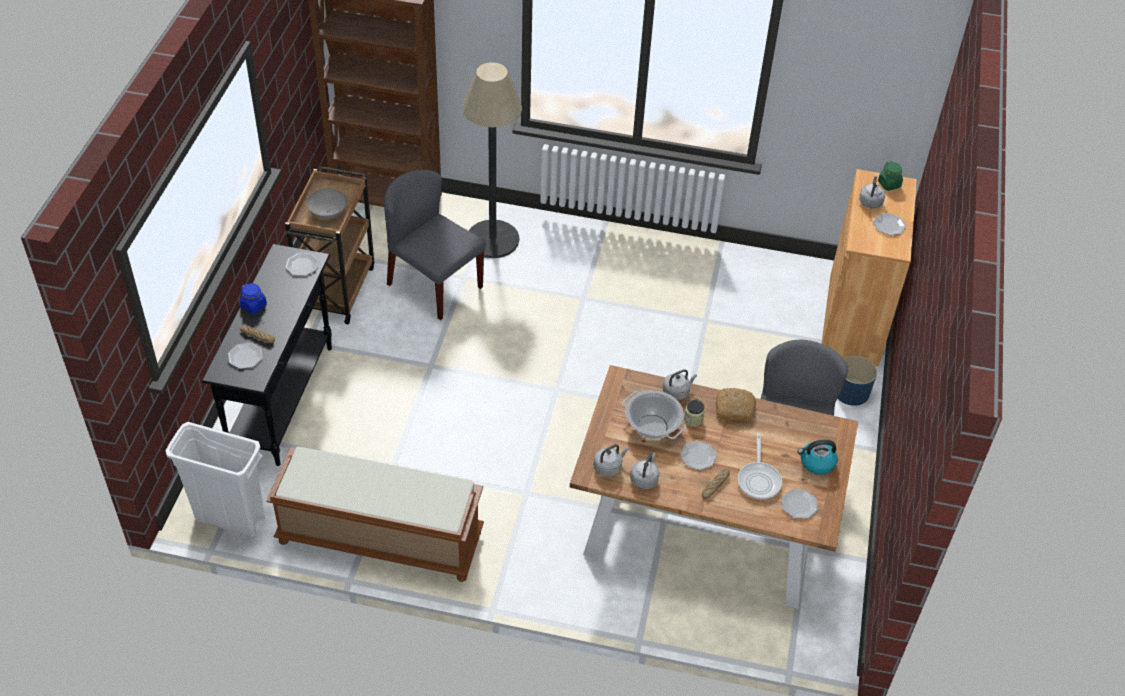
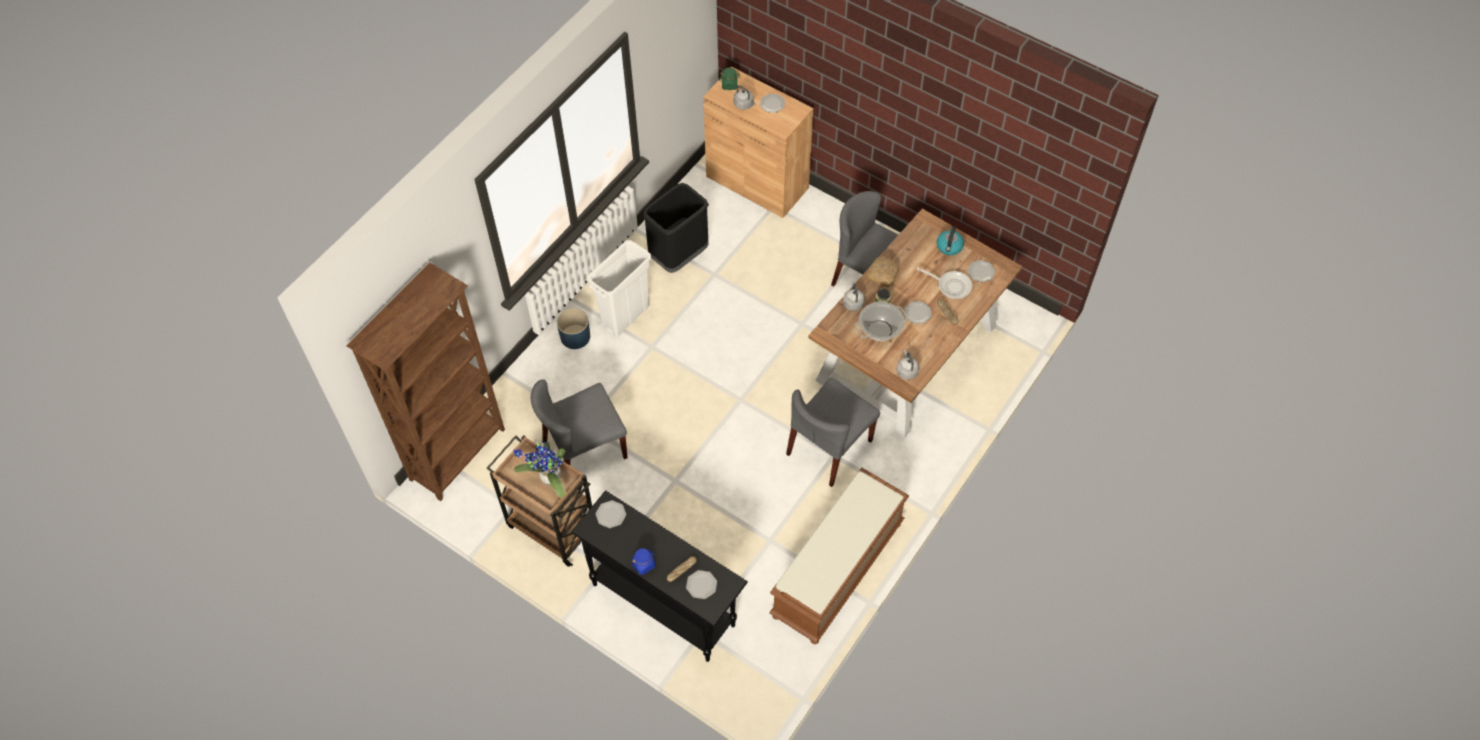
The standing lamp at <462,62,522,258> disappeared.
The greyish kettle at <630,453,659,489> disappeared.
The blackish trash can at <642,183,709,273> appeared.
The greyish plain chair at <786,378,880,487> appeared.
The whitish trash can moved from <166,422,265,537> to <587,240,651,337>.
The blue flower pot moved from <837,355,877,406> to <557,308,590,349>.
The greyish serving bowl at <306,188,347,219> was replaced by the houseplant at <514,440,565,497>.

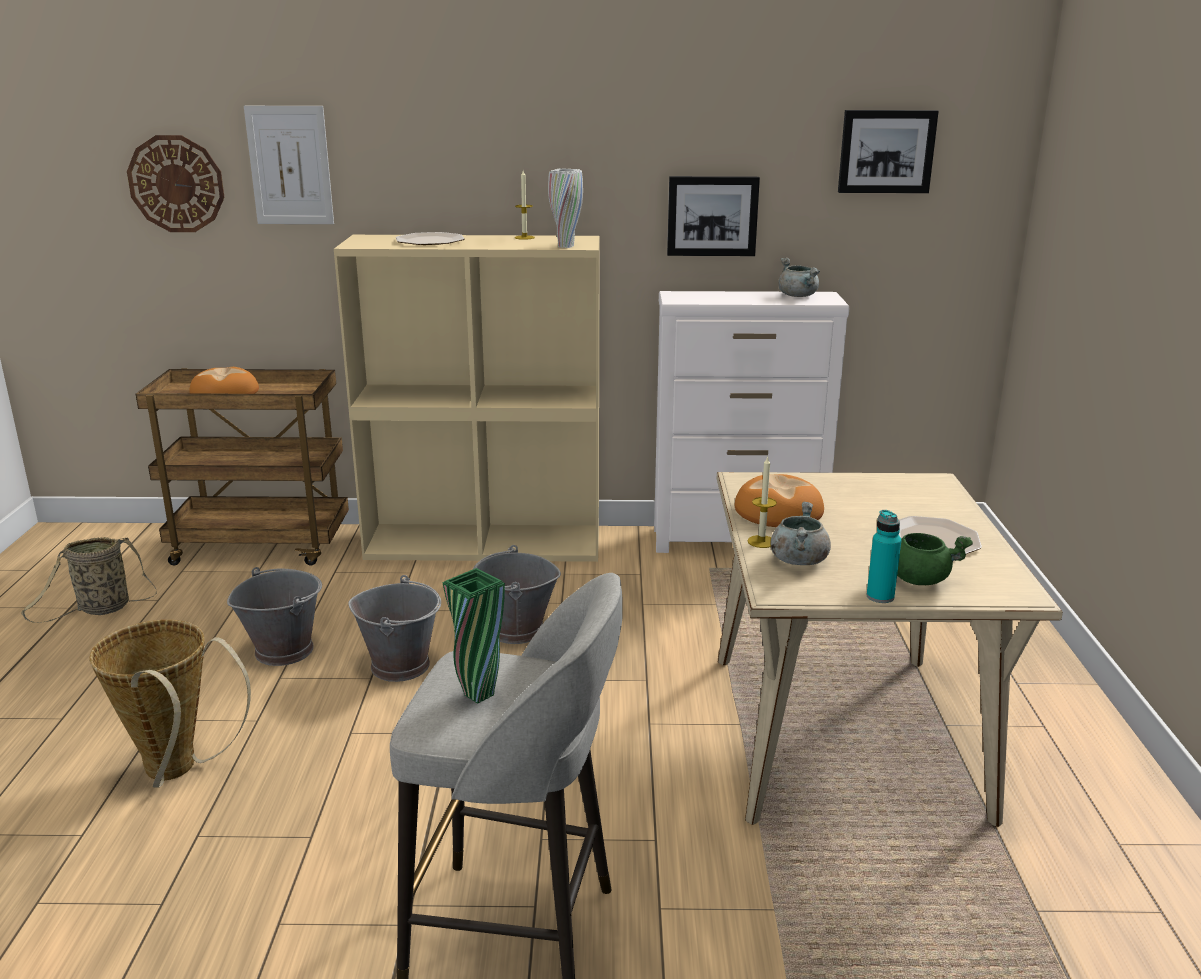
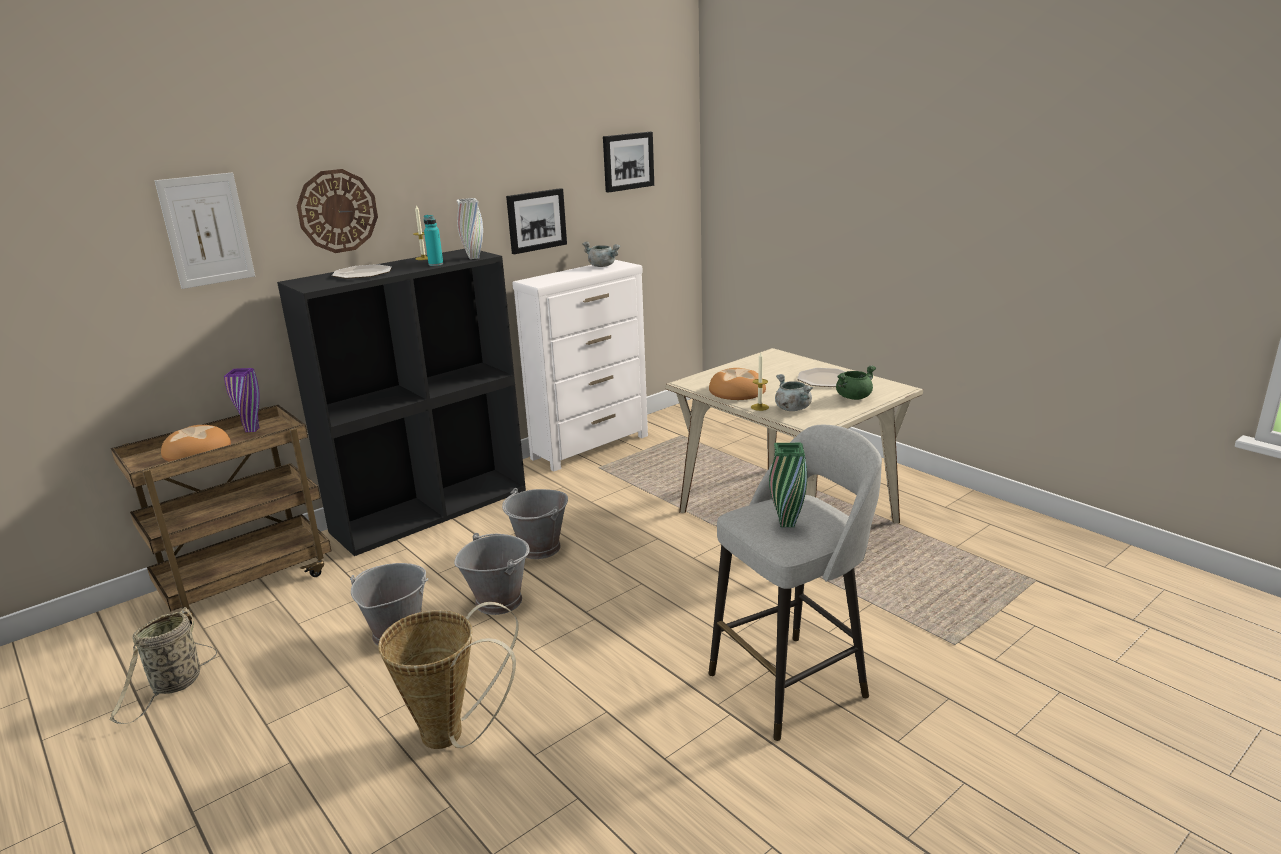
The purplish vase at <224,368,259,432> appeared.
The hanging clock moved from <127,135,225,232> to <297,169,378,253>.
The blue-green bottle moved from <867,510,901,603> to <424,215,443,266>.
The beige shelving unit at <334,235,600,562> became the blackish shelving unit at <277,249,526,556>.

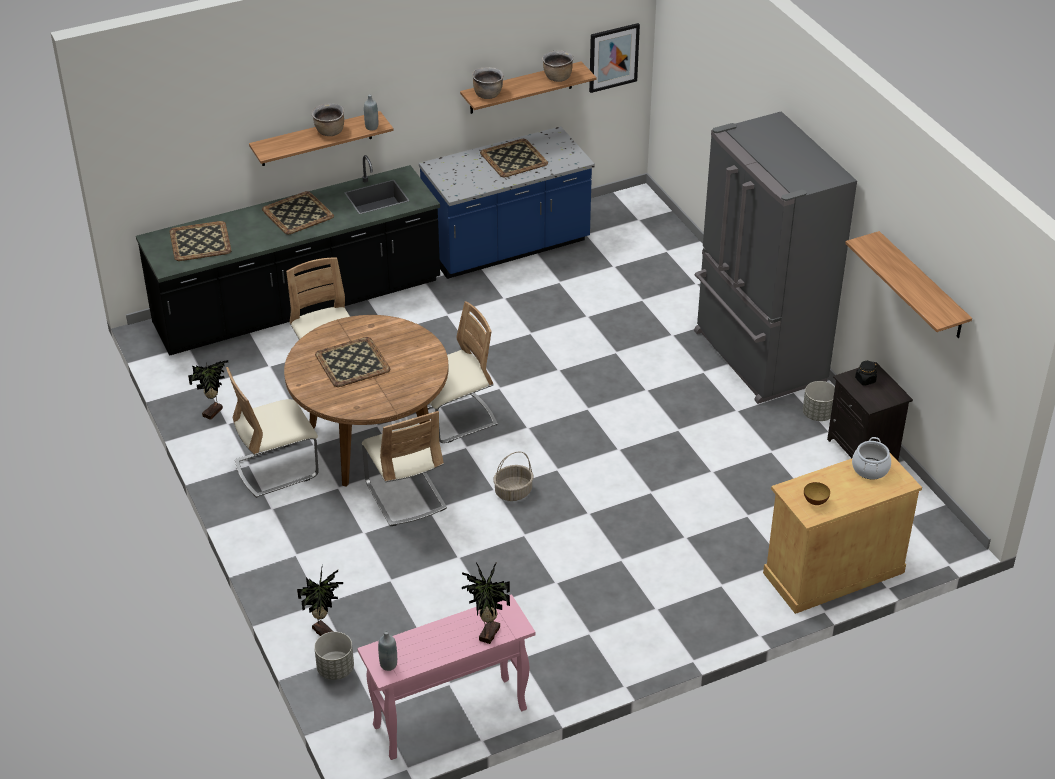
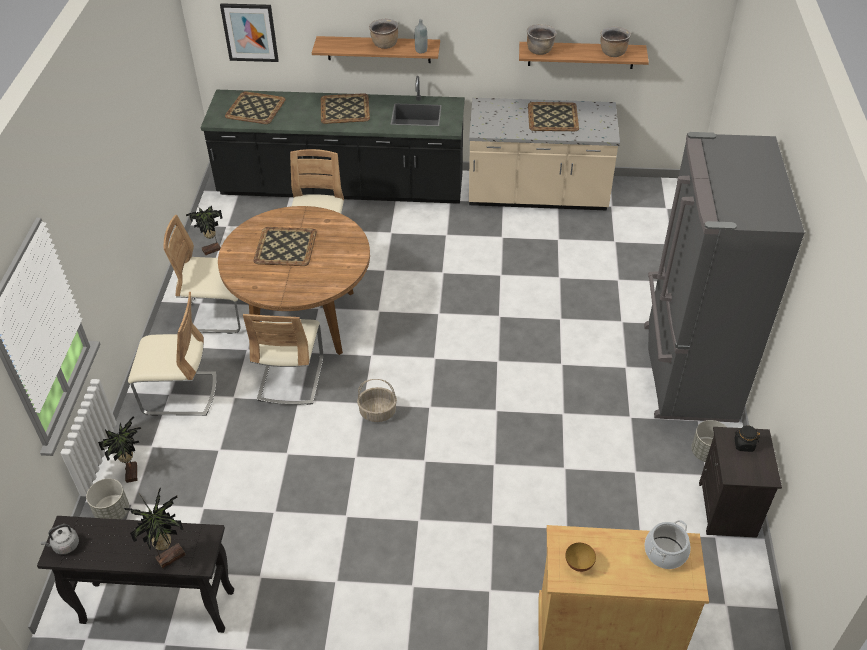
The bracket shelf at <845,231,972,338> disappeared.
The beige plain chair moved from <427,301,498,443> to <128,292,217,416>.
The wall art moved from <589,23,640,93> to <220,3,279,62>.
The greyish bottle at <378,631,397,671> was replaced by the greyish kettle at <40,524,79,555>.
The pinkish narrow table at <357,594,535,760> became the blackish narrow table at <37,516,234,633>.
The blue counter at <419,126,595,279> became the beige counter at <469,98,620,210>.

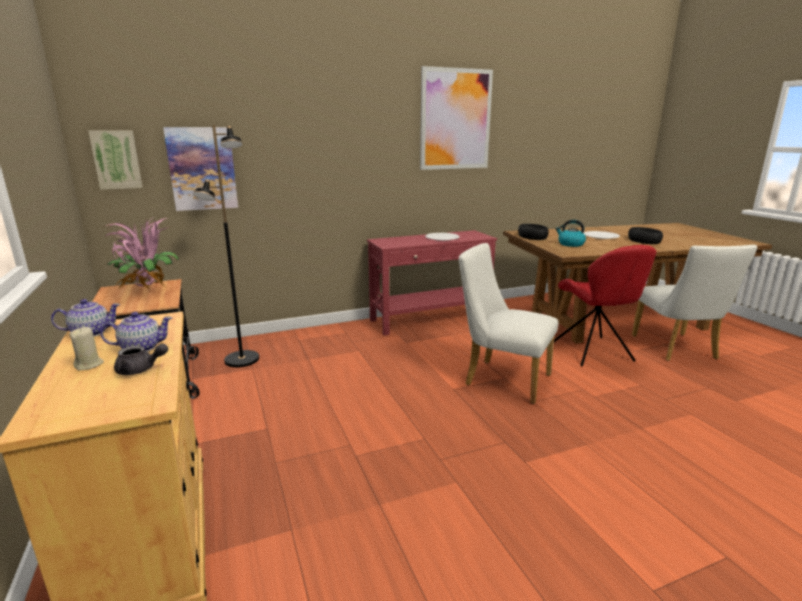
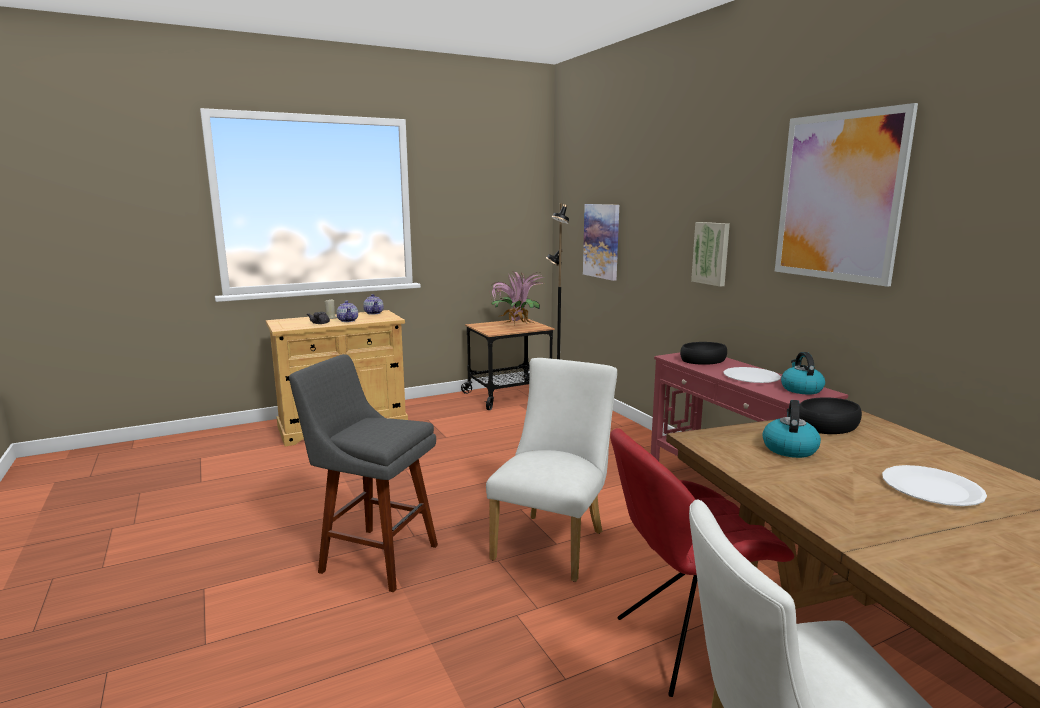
The greyish stool at <289,354,438,592> appeared.
The kettle at <781,352,825,395> appeared.
The wall art moved from <88,131,143,190> to <691,222,730,287>.
The blackish serving bowl moved from <628,227,663,244> to <680,342,727,365>.

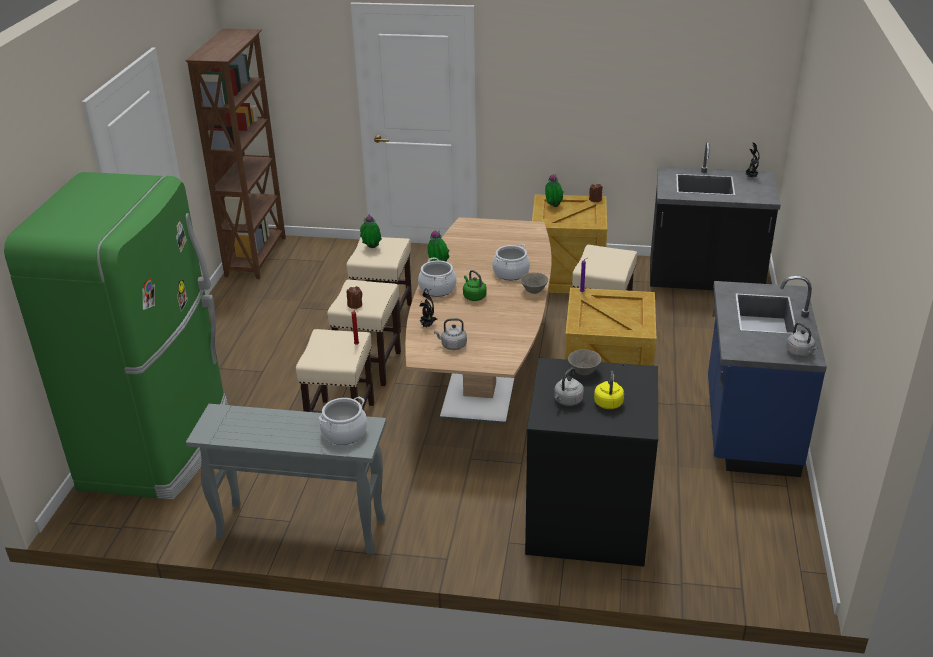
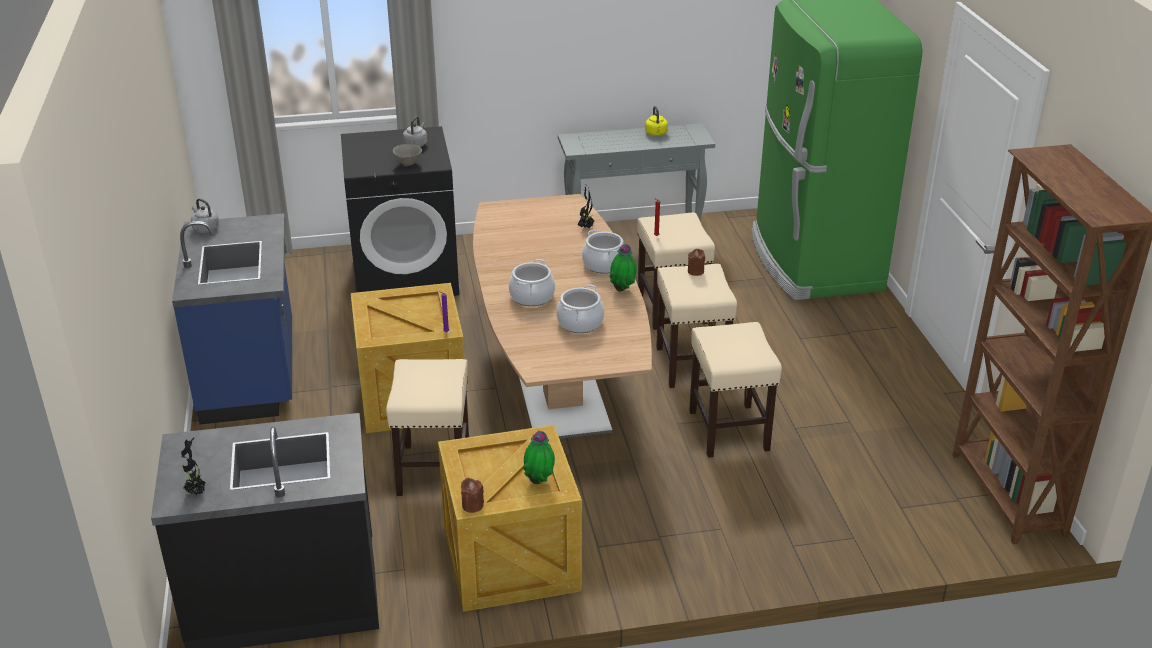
The houseplant at <360,214,382,248> disappeared.
The greyish kettle at <434,318,467,350> disappeared.
The greenish kettle at <463,270,487,301> disappeared.
The greyish serving bowl at <520,273,548,294> disappeared.
The cooking pot moved from <319,397,367,445> to <556,284,604,333>.
The yellowish kettle moved from <594,371,624,409> to <645,106,668,136>.

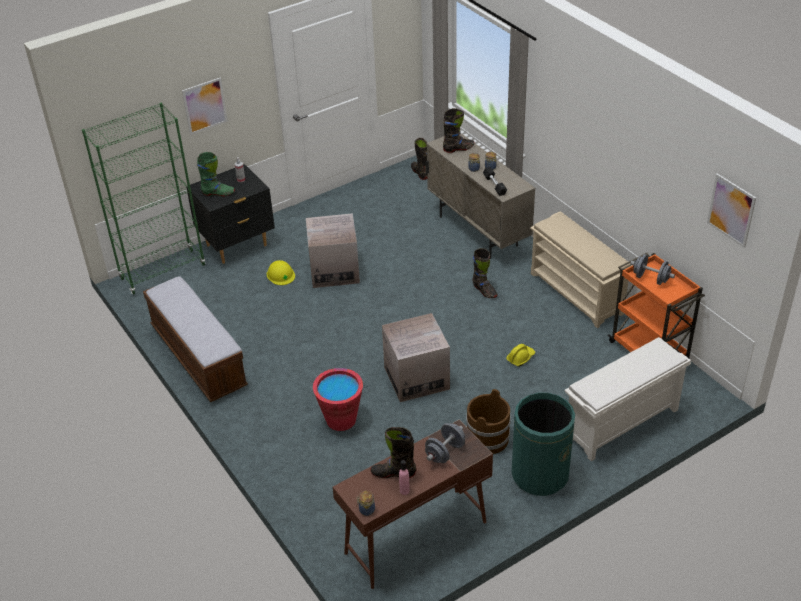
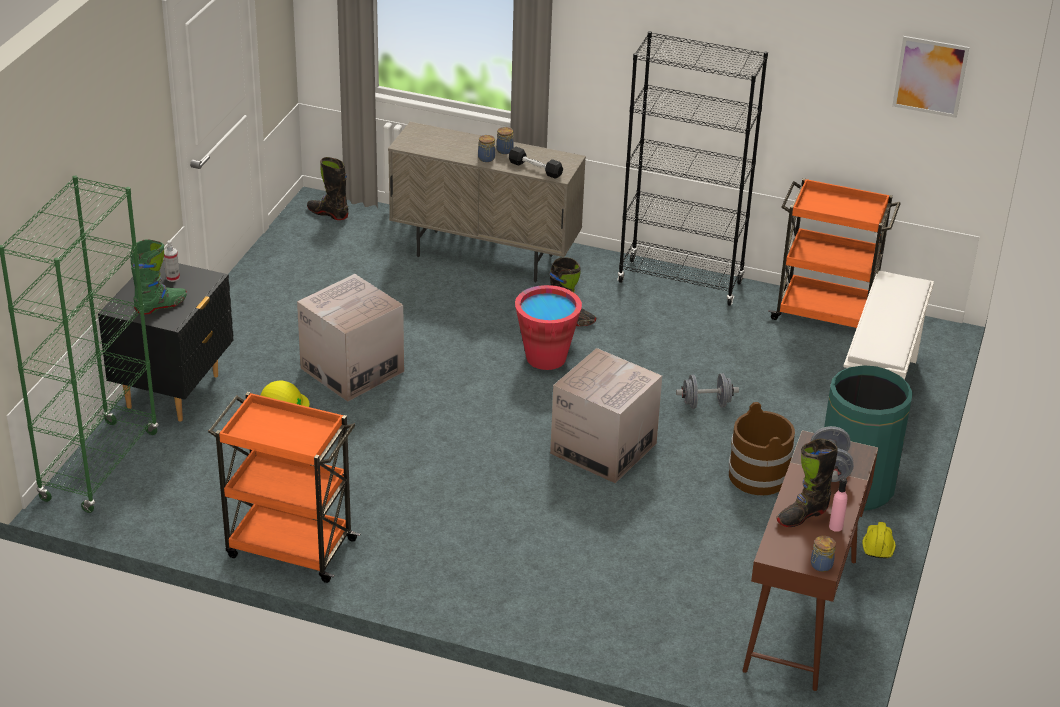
The wall art at <182,78,228,135> disappeared.
The blackish tall boot at <443,108,475,153> disappeared.
The reddish pail moved from <313,368,363,431> to <515,285,582,370>.
The yellowish safety helmet moved from <506,344,535,367> to <862,522,896,558>.
The greyish free weight moved from <630,254,675,285> to <676,373,739,409>.
The indoor bench at <143,276,248,402> was replaced by the orange wheeled cart at <208,392,360,583>.
The beige shoe stand at <530,211,632,328> was replaced by the blackish shelving unit at <617,31,768,306>.

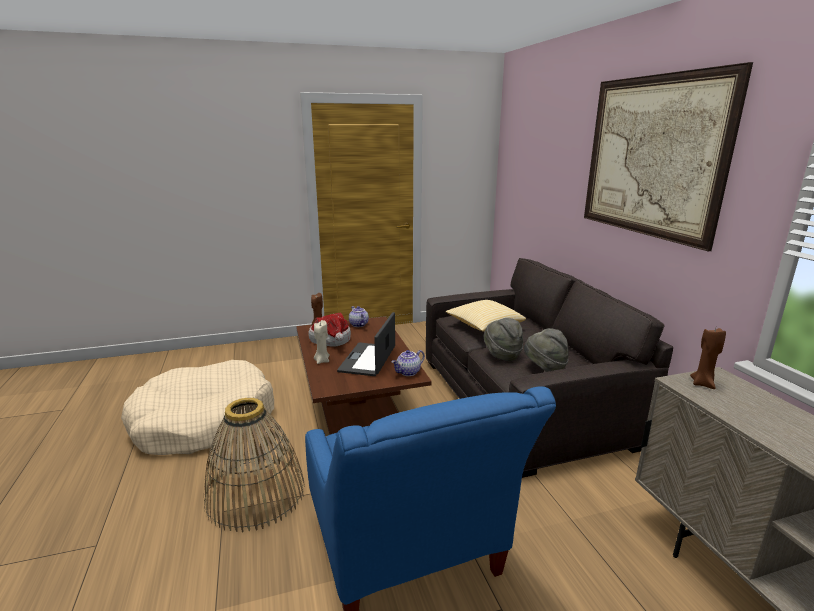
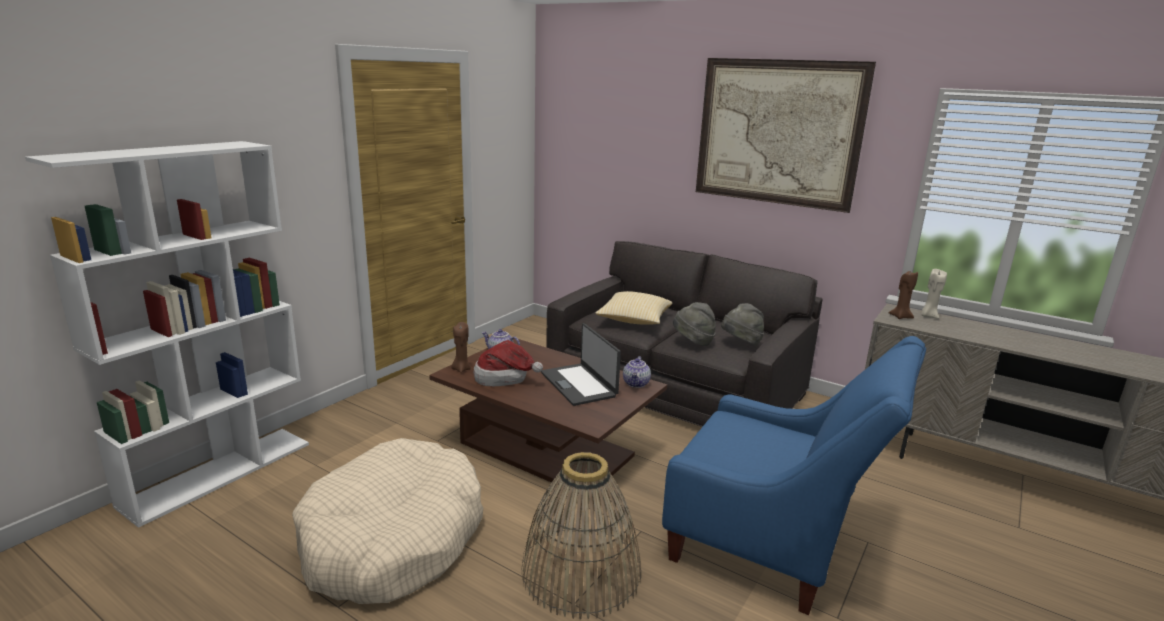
The whitish shelving unit at <25,141,309,528> appeared.
The beige wax candle moved from <314,320,330,364> to <921,269,947,319>.

